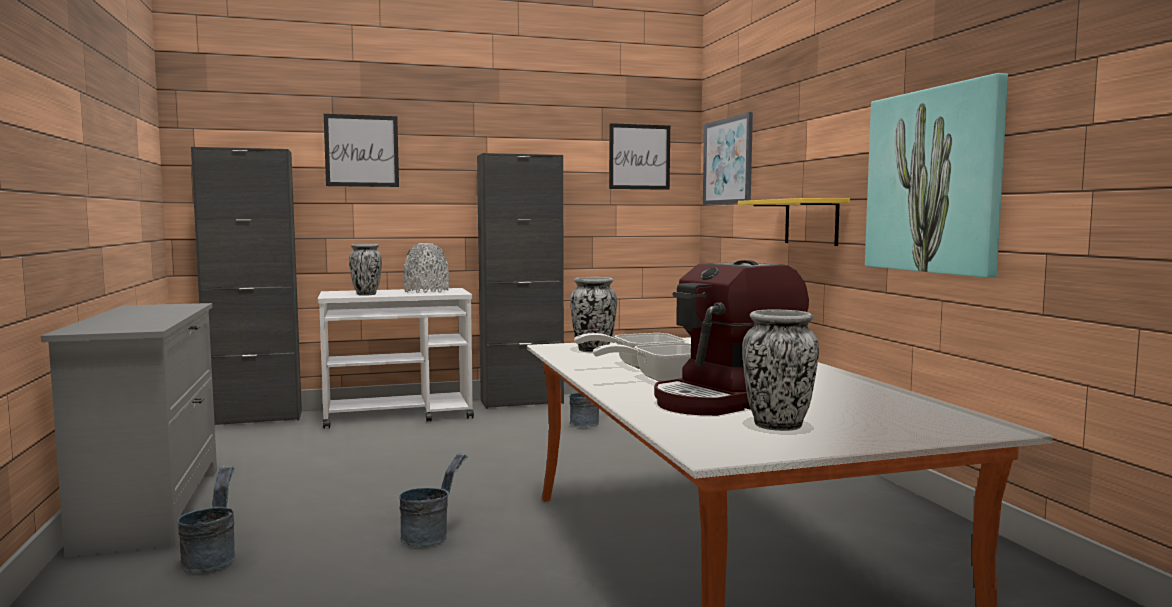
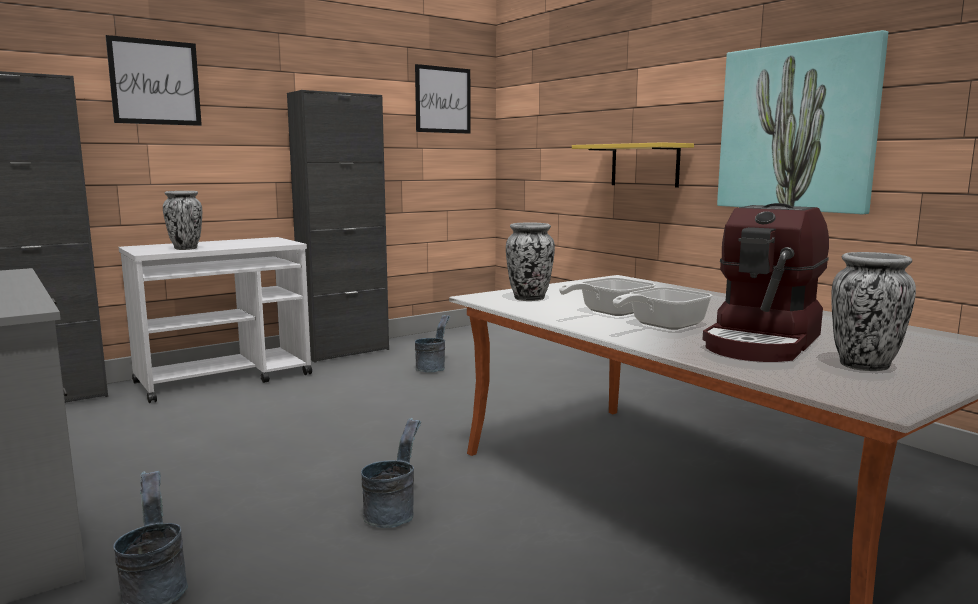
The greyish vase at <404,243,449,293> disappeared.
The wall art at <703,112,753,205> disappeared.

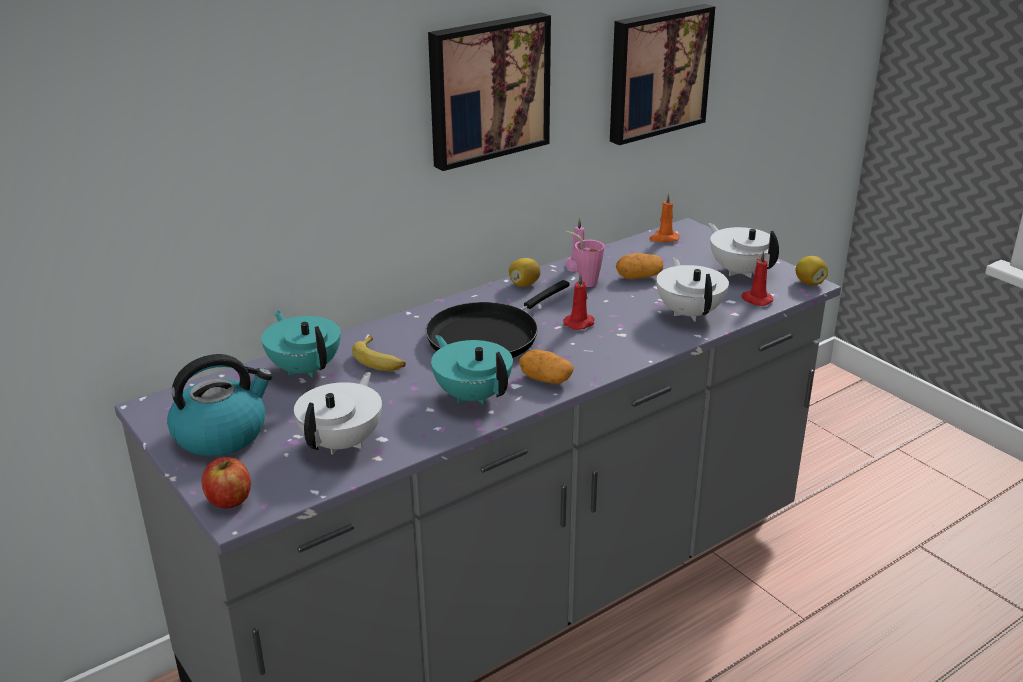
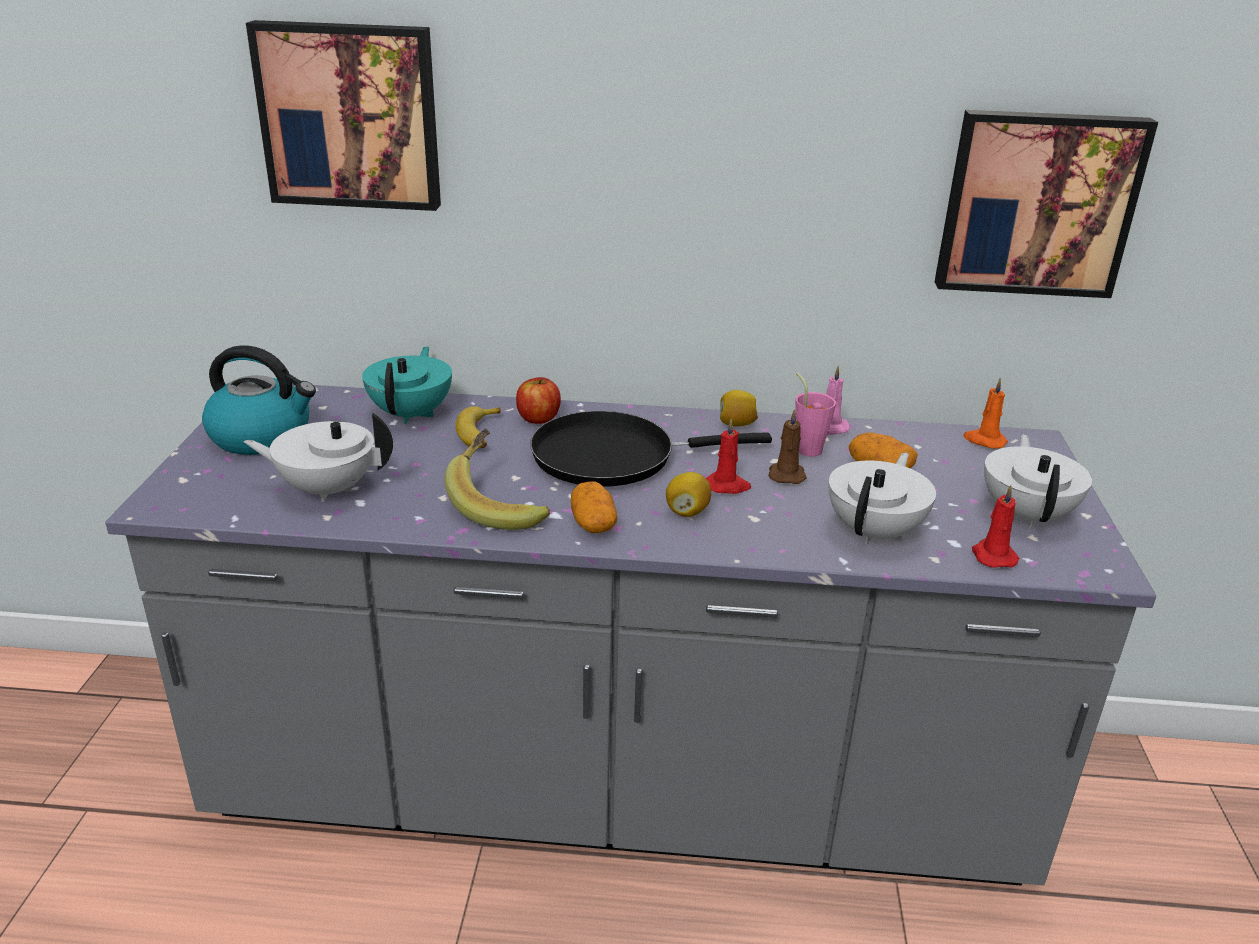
The brown-coloured wax candle at <768,409,807,484> appeared.
The apple fruit moved from <202,457,251,508> to <516,377,561,424>.
The wall art moved from <428,12,551,171> to <246,20,441,211>.
The citrus fruit moved from <795,256,828,285> to <666,472,711,517>.
The blue-green pot for tea at <431,335,513,405> was replaced by the banana at <444,429,550,530>.
The whitish pot for tea at <294,372,382,455> turned 150 degrees counterclockwise.

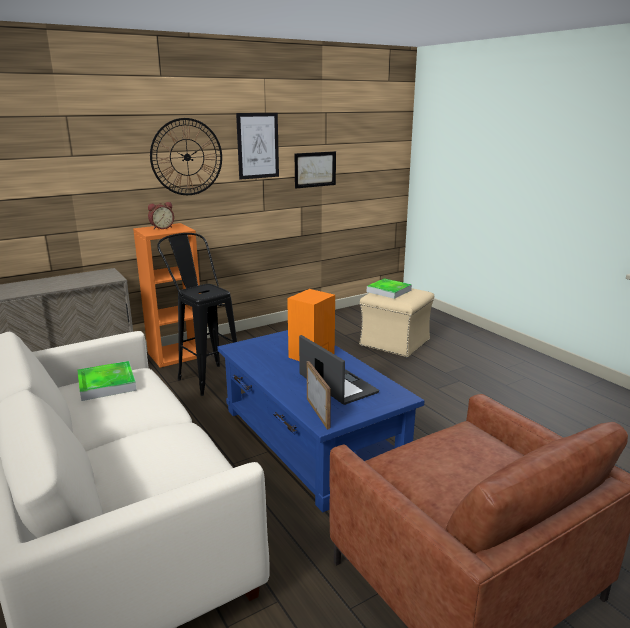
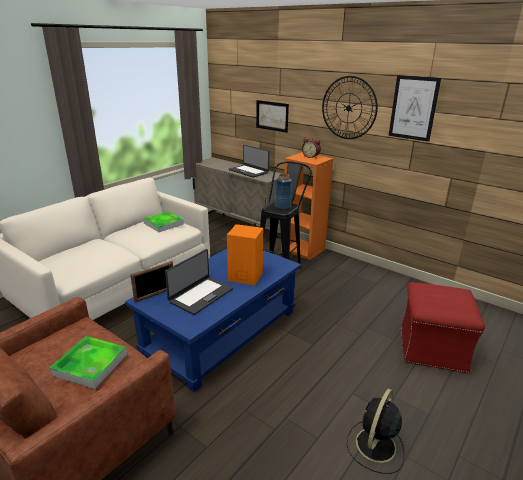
The laptop at <228,145,269,178> appeared.
The blue vase at <275,174,292,209> appeared.
The blackish cooling fan at <346,388,404,474> appeared.
The wall art moved from <295,151,336,189> to <256,100,289,133>.
The carrying tray moved from <367,278,412,299> to <50,336,127,389>.
The beige pouffe at <359,288,434,357> became the reddish pouffe at <401,282,485,373>.

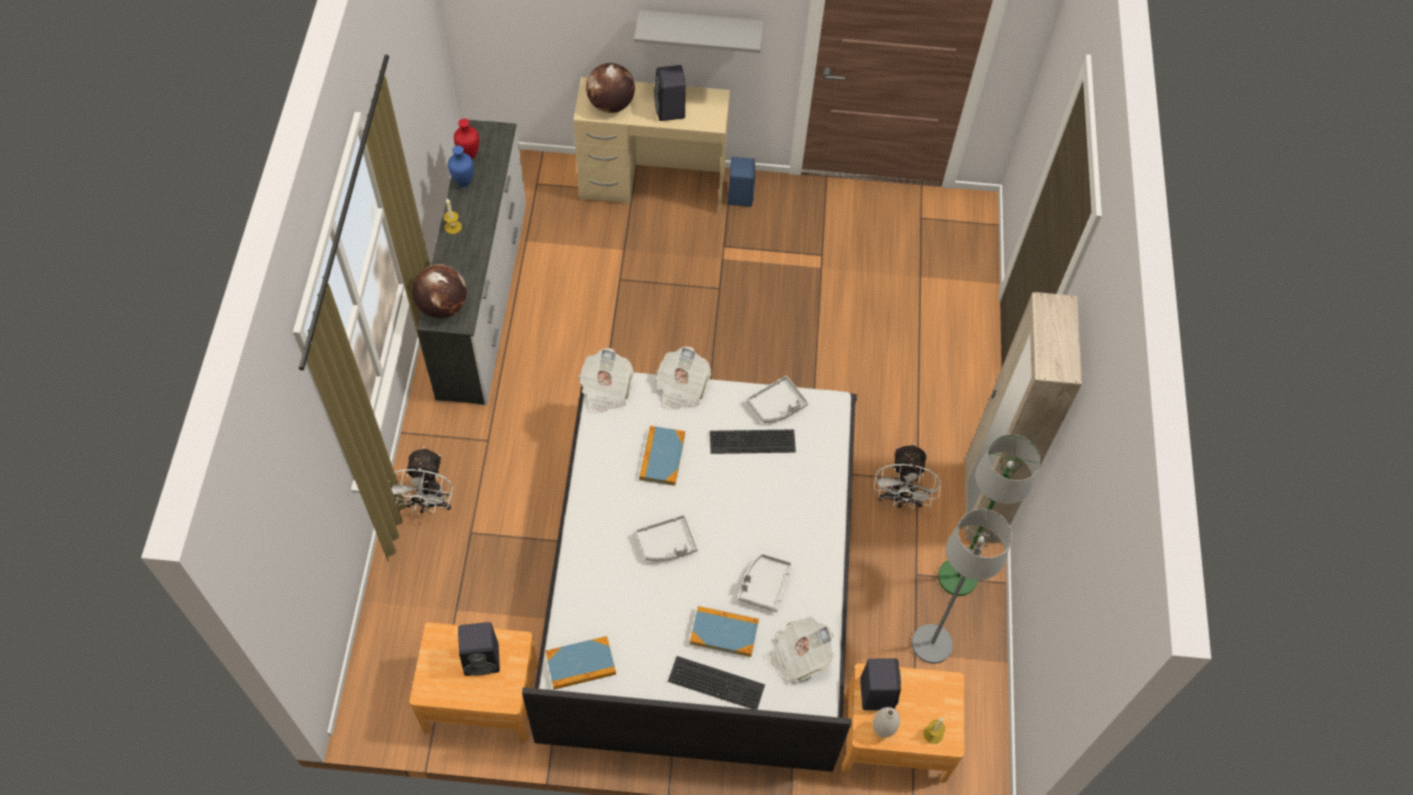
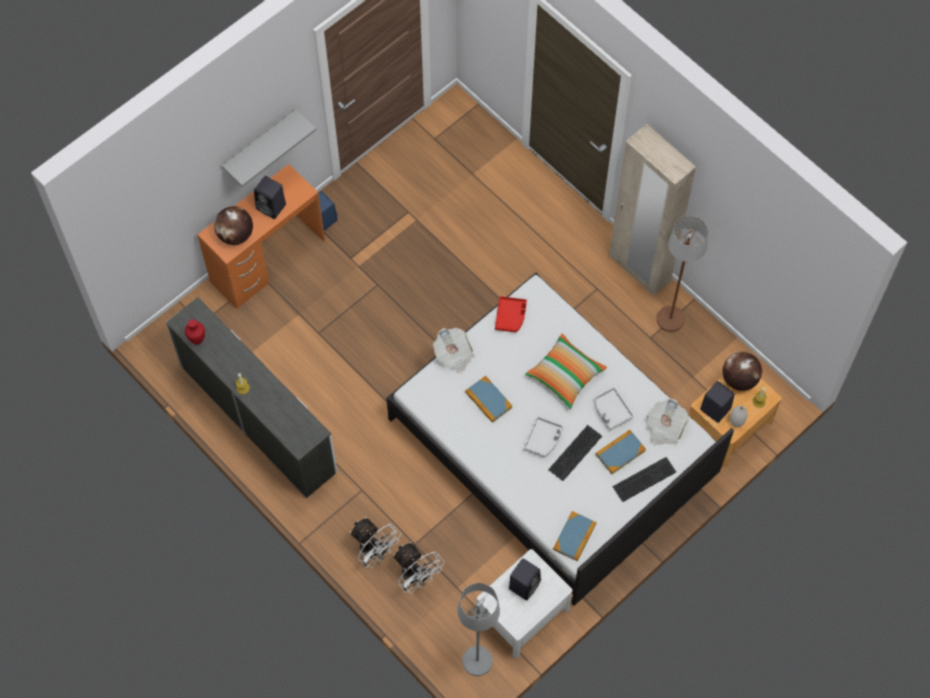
The blue vase at <448,145,474,187> disappeared.
The printed paper at <579,348,634,413> disappeared.
The pillow at <525,334,607,409> appeared.
The desk globe moved from <412,264,467,318> to <722,352,762,391>.
The keyboard moved from <710,429,796,454> to <548,425,602,481>.
The whitish cooling fan moved from <874,443,941,509> to <393,542,444,593>.
The greyish standing lamp moved from <912,509,1012,664> to <457,583,500,676>.
The brown-coloured bedside table at <409,622,538,742> became the whitish bedside table at <476,549,572,659>.
The beige desk table at <573,77,730,213> became the orange desk table at <197,164,325,309>.
The greyish carrying tray at <747,376,808,423> became the reddish carrying tray at <495,296,527,333>.
The greenish standing lamp at <938,434,1040,596> became the brown-coloured standing lamp at <657,216,708,332>.

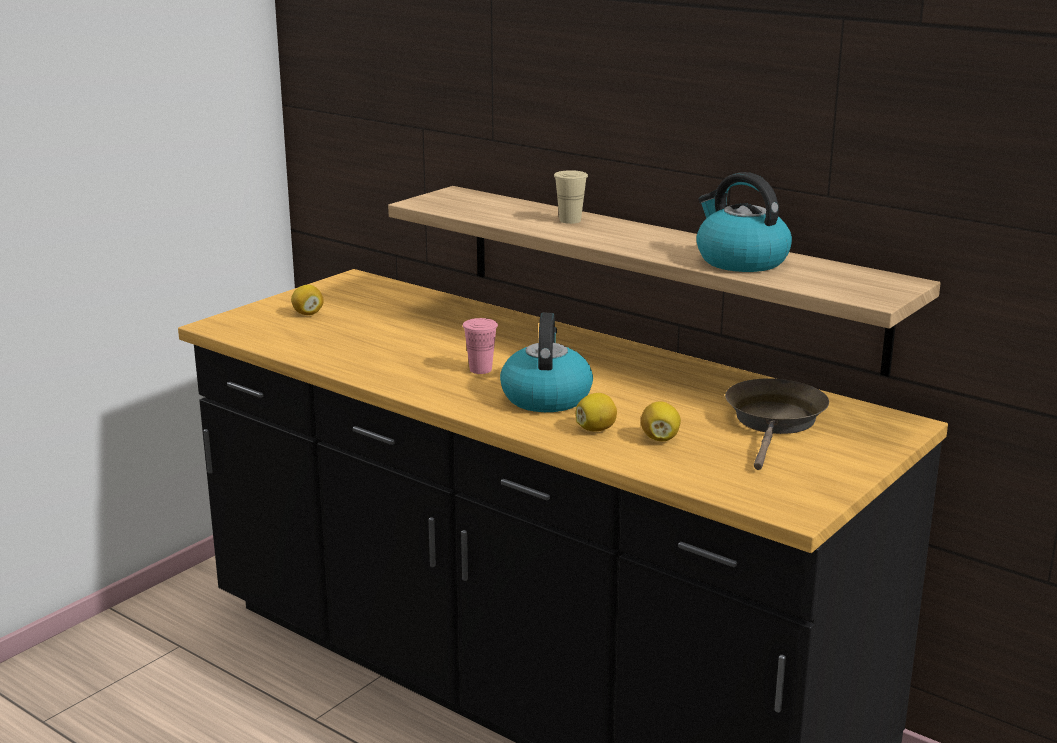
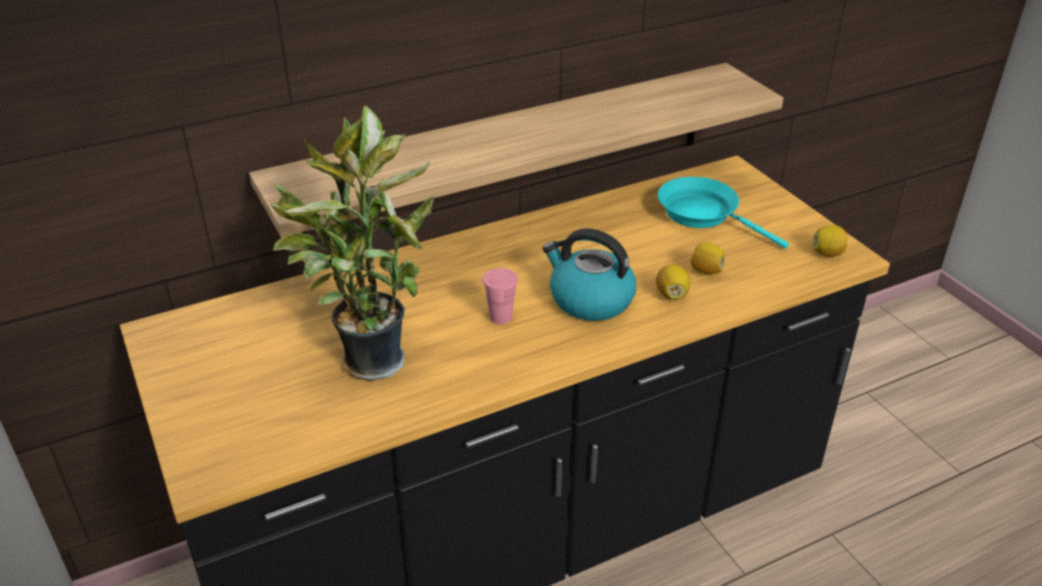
The beige drinking cup at <554,170,588,224> disappeared.
The kettle at <696,172,792,272> disappeared.
The houseplant at <270,105,435,381> appeared.
The citrus fruit moved from <291,285,324,315> to <812,225,847,257>.
The brown-coloured pan at <725,378,829,470> became the blue-green pan at <658,177,789,249>.

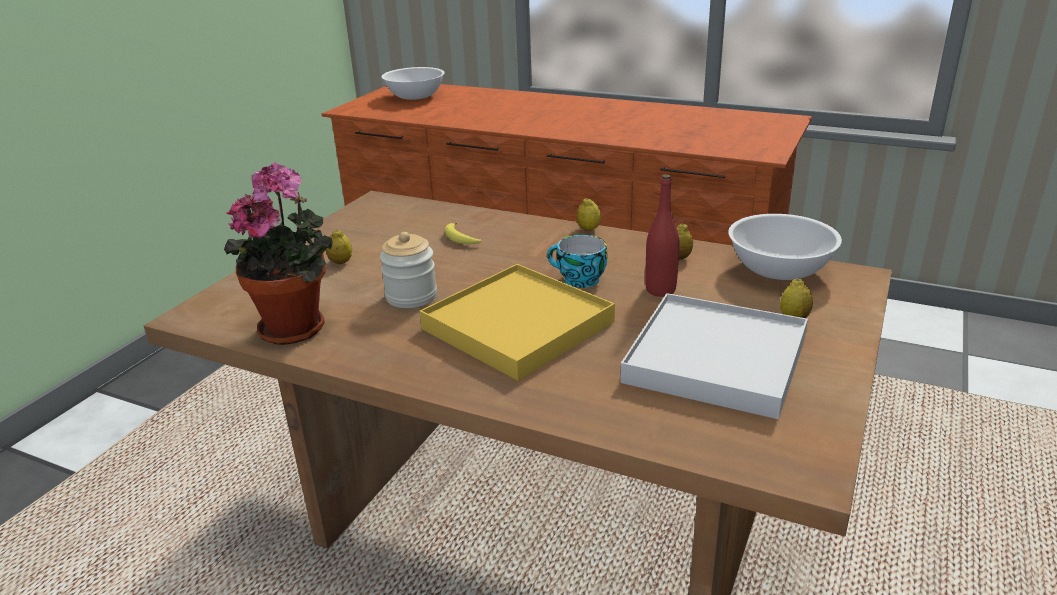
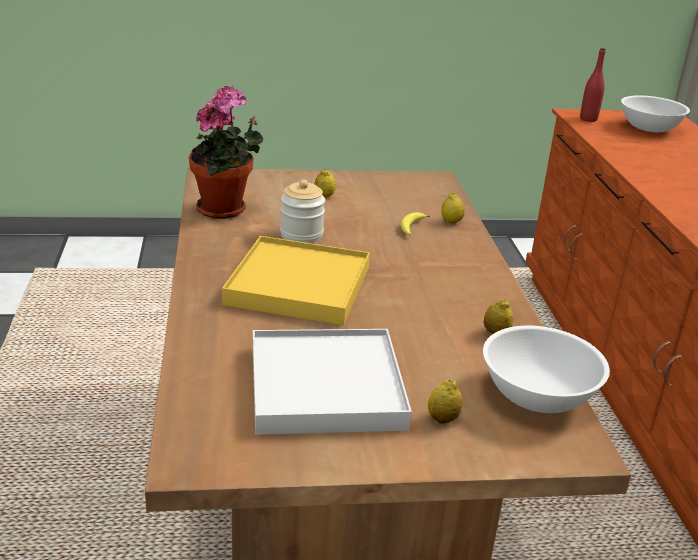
The drinking cup at <547,235,608,288> disappeared.
The citrus fruit moved from <576,198,601,231> to <442,193,465,224>.
The reddish bottle moved from <645,174,680,297> to <580,48,606,122>.

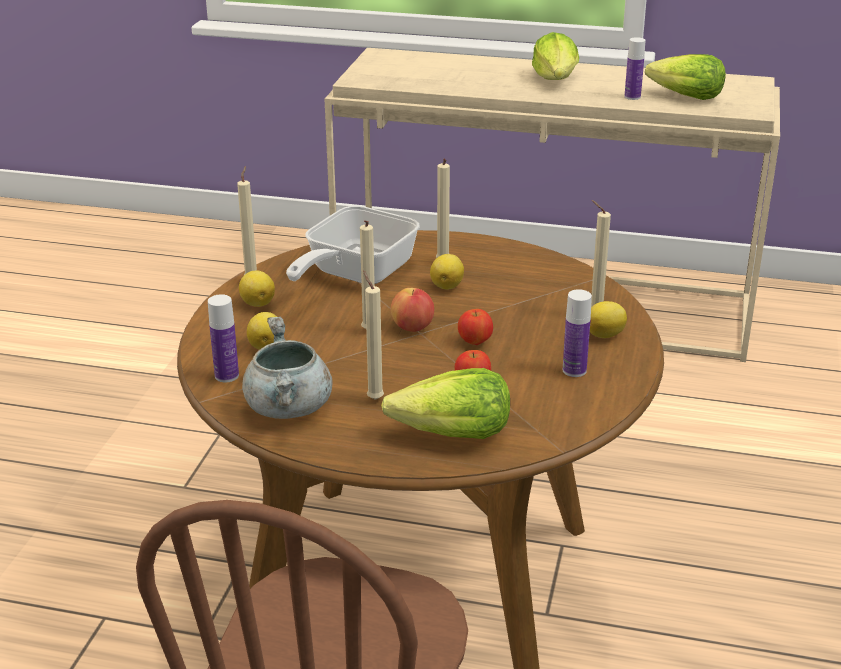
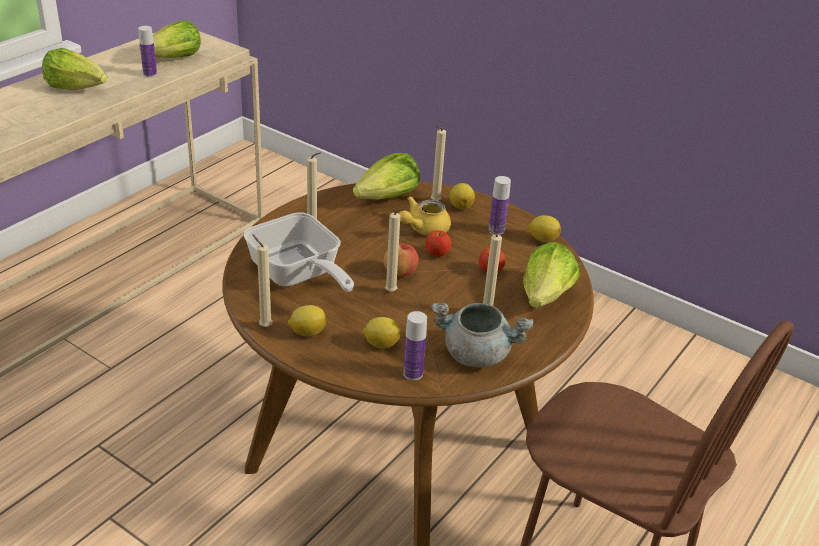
The lettuce at <353,153,420,200> appeared.
The yellowish pot for tea at <399,196,451,236> appeared.
The citrus fruit moved from <430,254,464,289> to <529,215,561,242>.

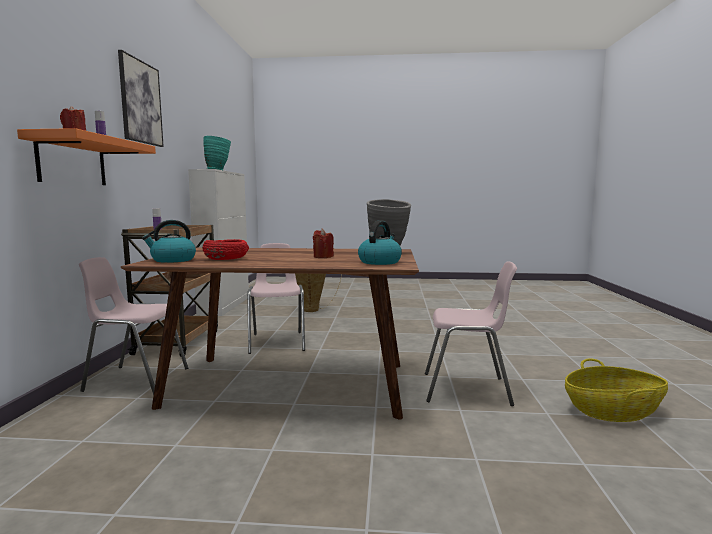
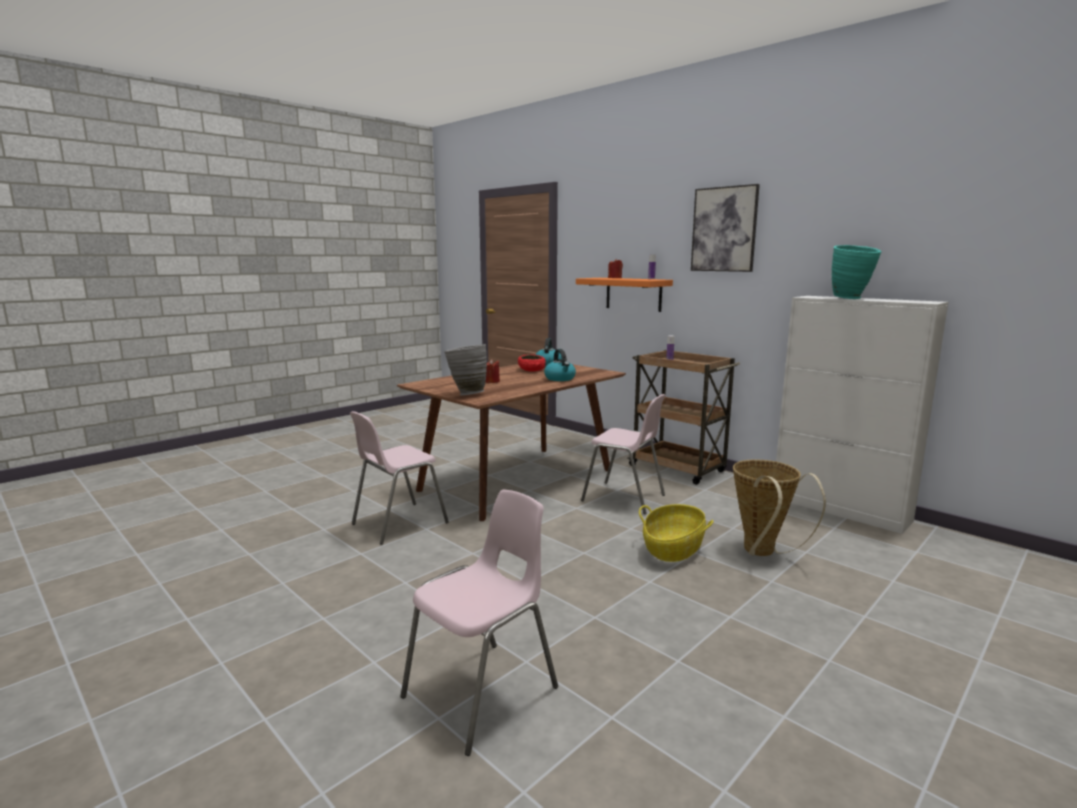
The pinkish plain chair moved from <79,257,188,395> to <401,490,558,756>.
The kettle moved from <358,221,402,265> to <544,349,576,381>.
The household basket moved from <565,358,668,422> to <639,504,714,562>.

